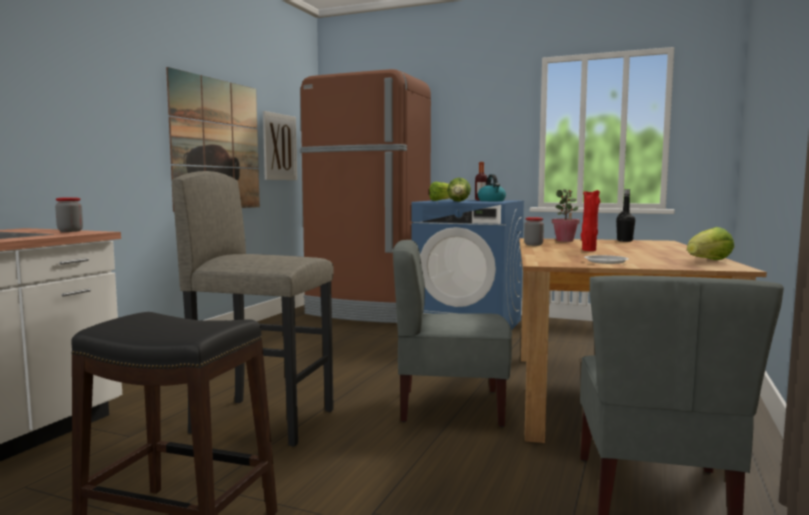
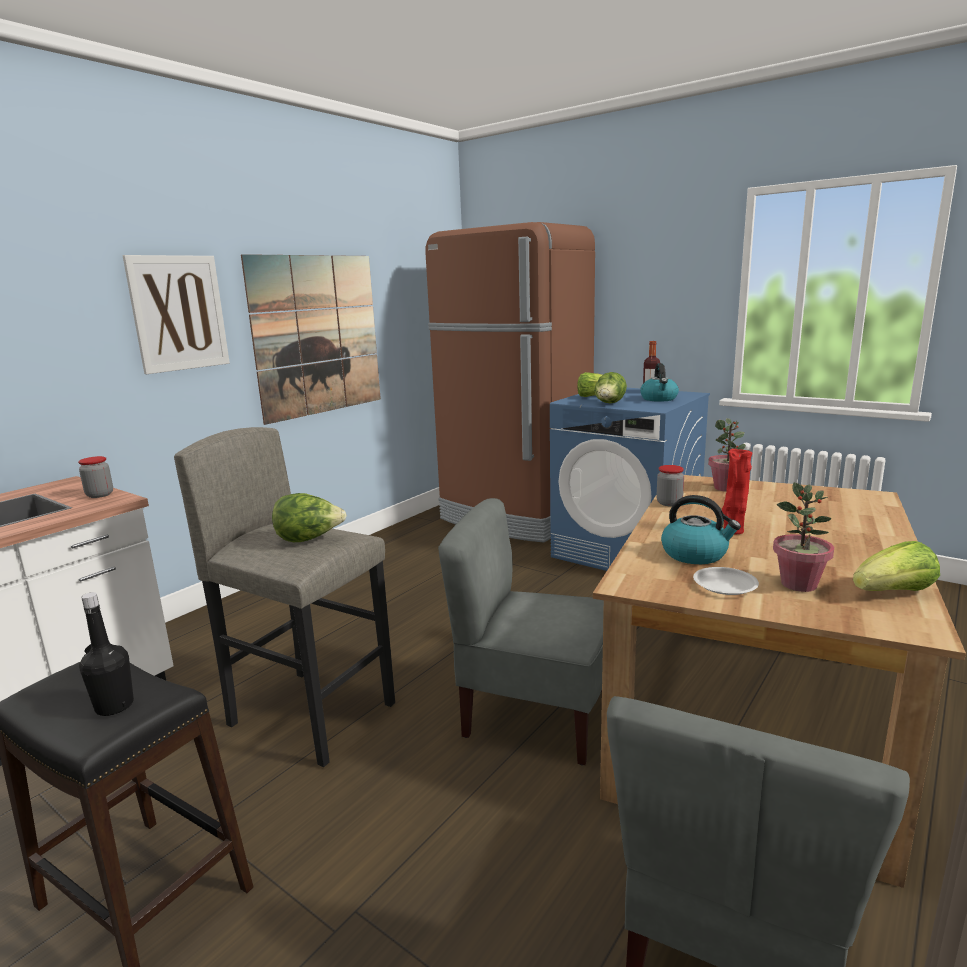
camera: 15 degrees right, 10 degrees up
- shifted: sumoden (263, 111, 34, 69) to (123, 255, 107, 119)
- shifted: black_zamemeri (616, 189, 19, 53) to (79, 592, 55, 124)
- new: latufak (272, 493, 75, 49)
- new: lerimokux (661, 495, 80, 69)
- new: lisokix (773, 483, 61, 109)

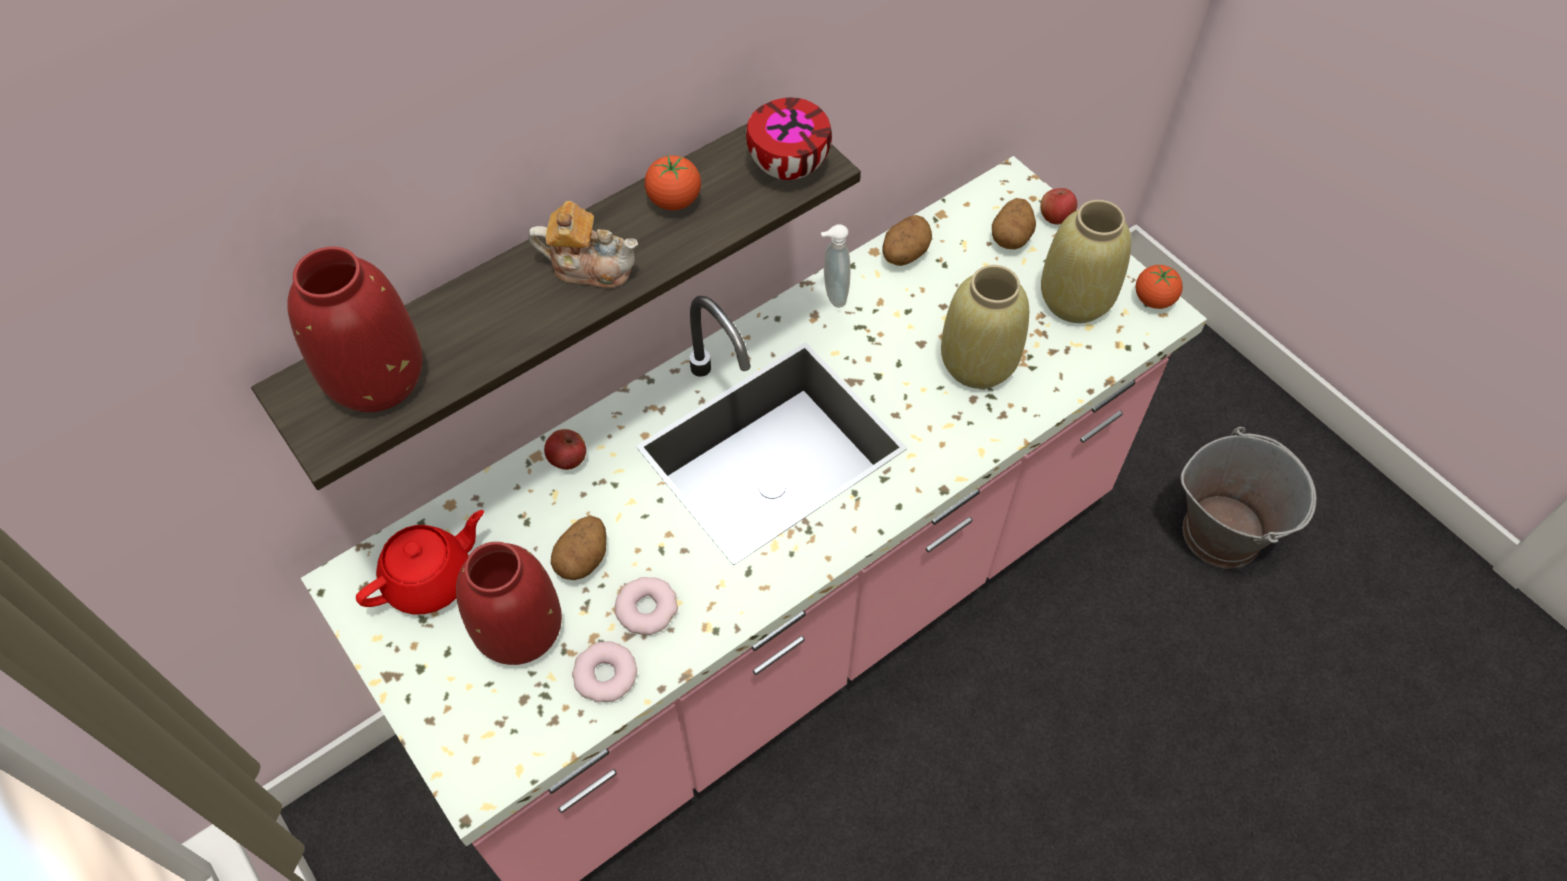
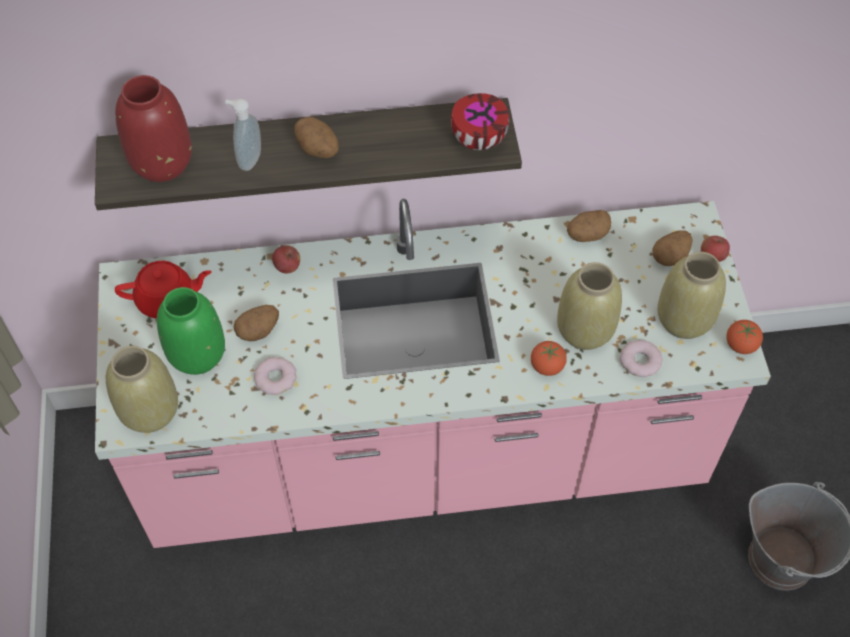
camera: 30 degrees right, 0 degrees up
- repainted: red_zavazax (456, 542, 106, 123) to green_zavazax (157, 287, 68, 88)
- swapped: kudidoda (529, 201, 109, 87) to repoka (294, 117, 45, 41)
- shifted: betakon (572, 641, 65, 61) to (620, 340, 42, 37)
- shifted: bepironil (645, 155, 56, 55) to (531, 341, 36, 35)
- shifted: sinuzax (821, 224, 30, 84) to (225, 99, 36, 72)
- new: beige_zavazax (106, 346, 72, 87)

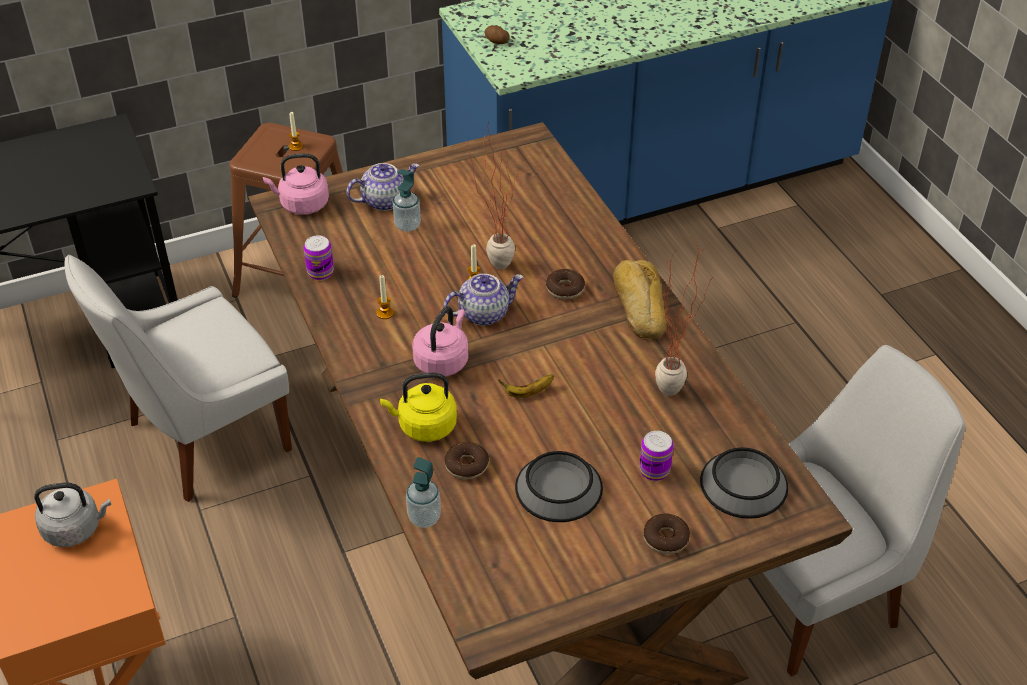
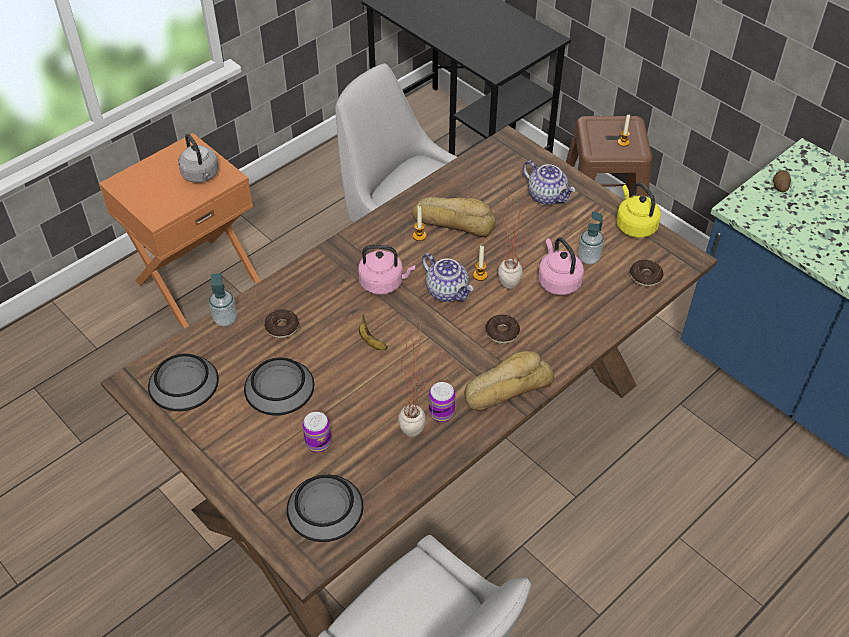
camera: 70 degrees right, 5 degrees up
- shifted: pink_lerimokux (263, 153, 66, 62) to (538, 238, 46, 57)
- shifted: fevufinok (304, 235, 30, 45) to (429, 382, 26, 40)
- shifted: yellow_lerimokux (380, 372, 77, 70) to (616, 182, 45, 56)
- shifted: sinuzax (393, 169, 28, 63) to (578, 211, 26, 53)
- shifted: betakon (643, 513, 47, 41) to (630, 260, 33, 27)
- new: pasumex (148, 354, 71, 57)
- new: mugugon (412, 197, 84, 41)

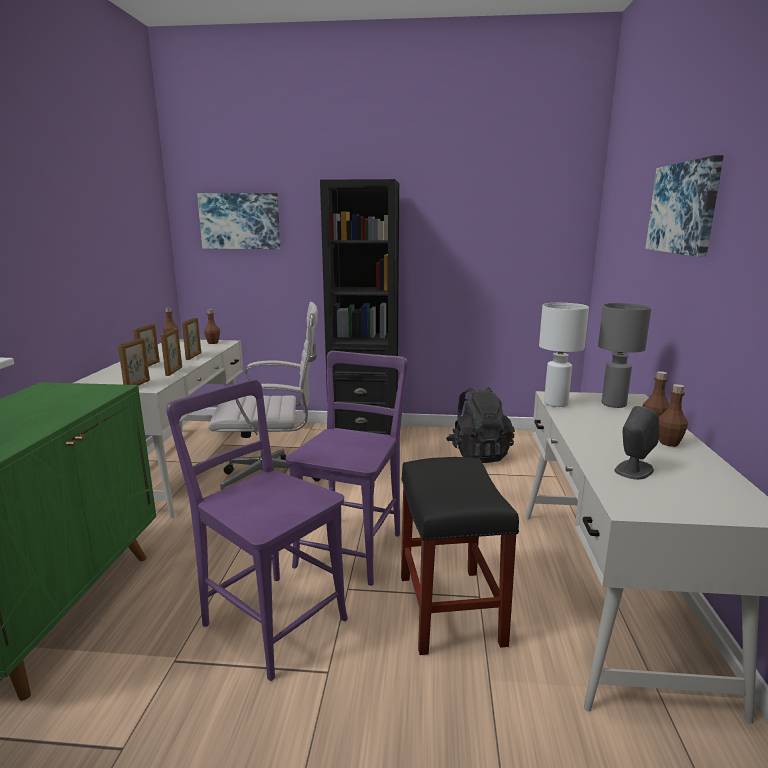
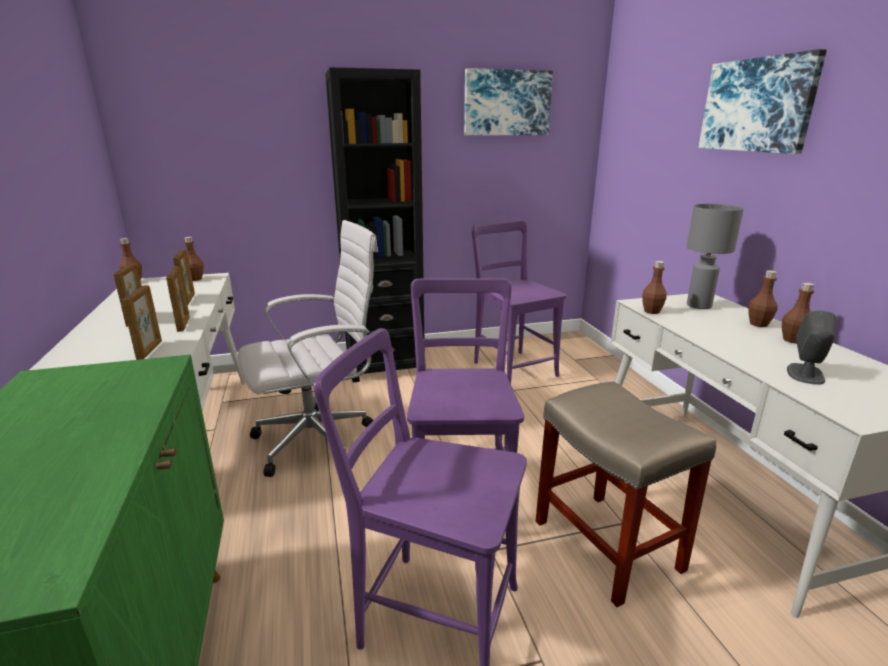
camera: 20 degrees left, 5 degrees up
- shifted: sumoden (197, 193, 84, 56) to (464, 68, 89, 68)
- repainted: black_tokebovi (401, 457, 118, 198) to beige_tokebovi (536, 382, 180, 225)
- swapped: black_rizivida (446, 387, 69, 76) to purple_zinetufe (472, 221, 95, 163)
- swapped: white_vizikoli (539, 303, 50, 104) to brown_zamemeri (642, 261, 25, 53)

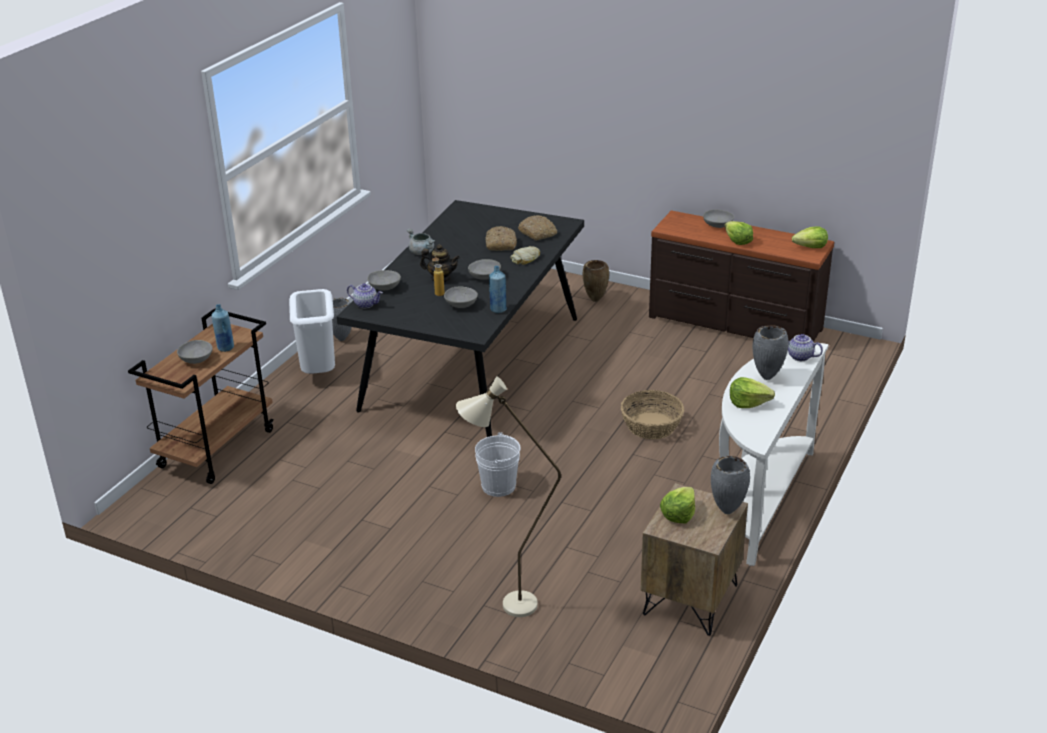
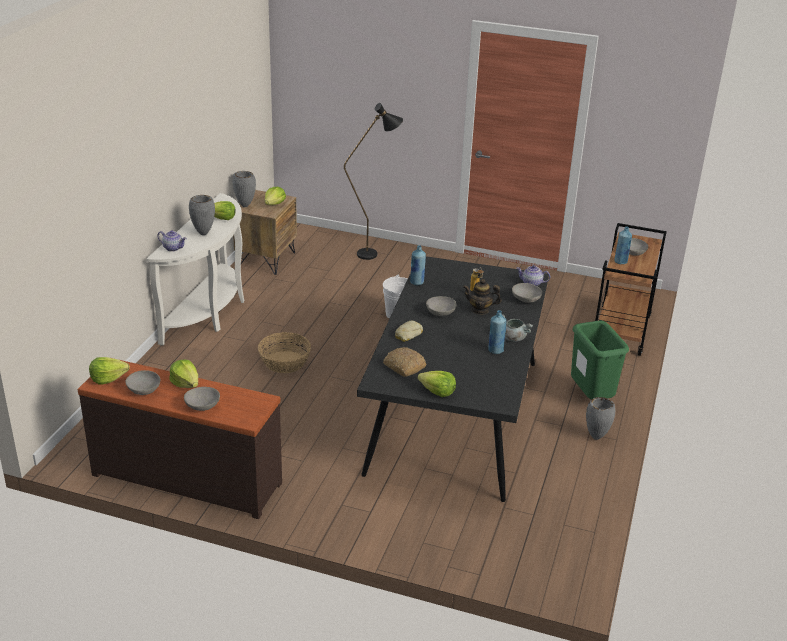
camera: 170 degrees right, 0 degrees up
- repainted: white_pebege (289, 289, 46, 85) to green_pebege (571, 321, 58, 78)
- shifted: grey_pasumex (444, 286, 34, 22) to (125, 370, 35, 25)
- repainted: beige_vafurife (456, 376, 105, 241) to black_vafurife (344, 103, 59, 157)
- gone: mugugon (485, 226, 32, 25)
- gone: brown_zavazax (583, 260, 26, 42)
- new: latufak (418, 371, 38, 26)
- new: blue_zamemeri (488, 310, 18, 44)

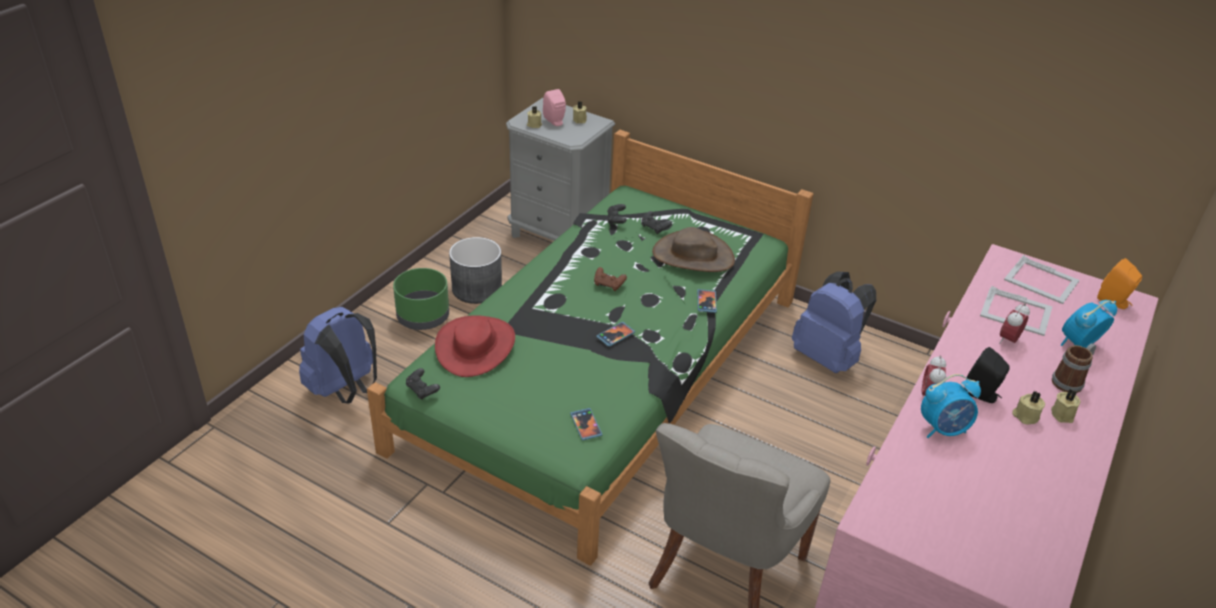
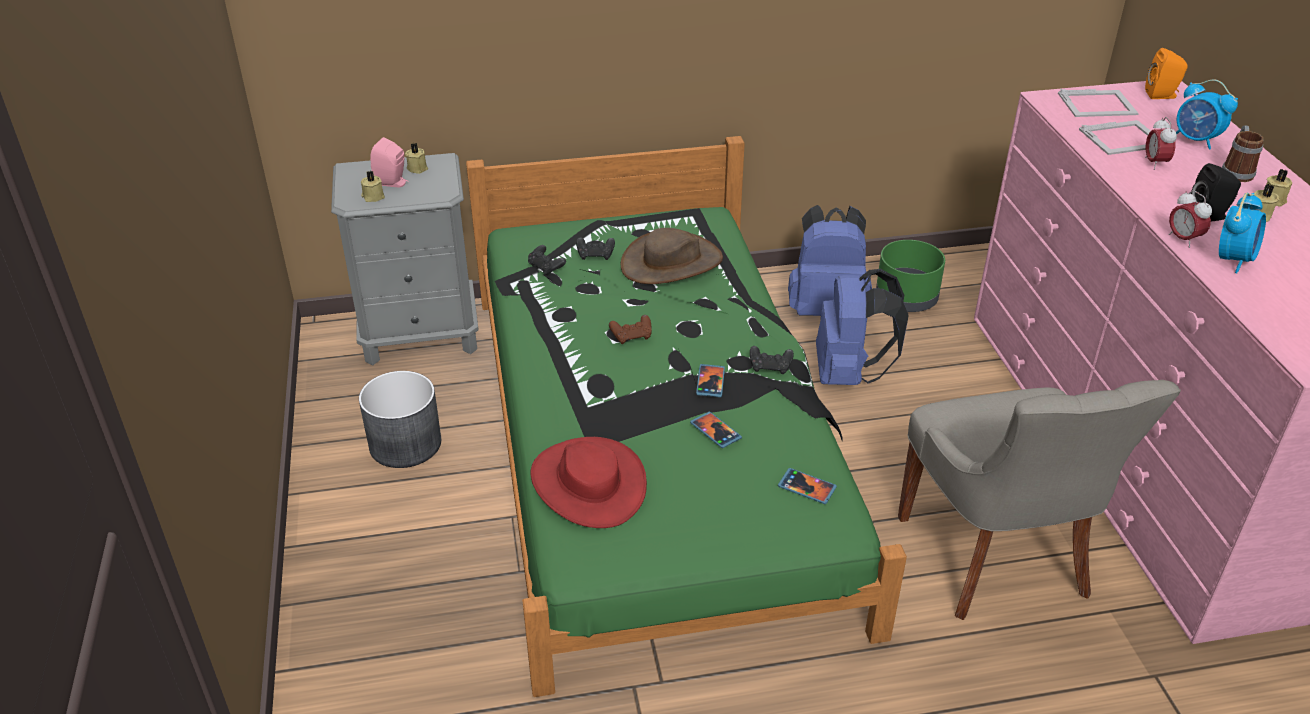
camera: 40 degrees left, 0 degrees up
- shifted: blue_rizivida (299, 307, 78, 96) to (816, 269, 93, 116)
- shifted: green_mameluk (393, 268, 56, 62) to (876, 240, 69, 72)
- shifted: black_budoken (406, 368, 34, 32) to (750, 346, 44, 28)
- shifted: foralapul (697, 289, 20, 24) to (690, 412, 52, 36)
- rotated: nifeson (1061, 300, 56, 48) = (1176, 80, 62, 70) 60 degrees counterclockwise

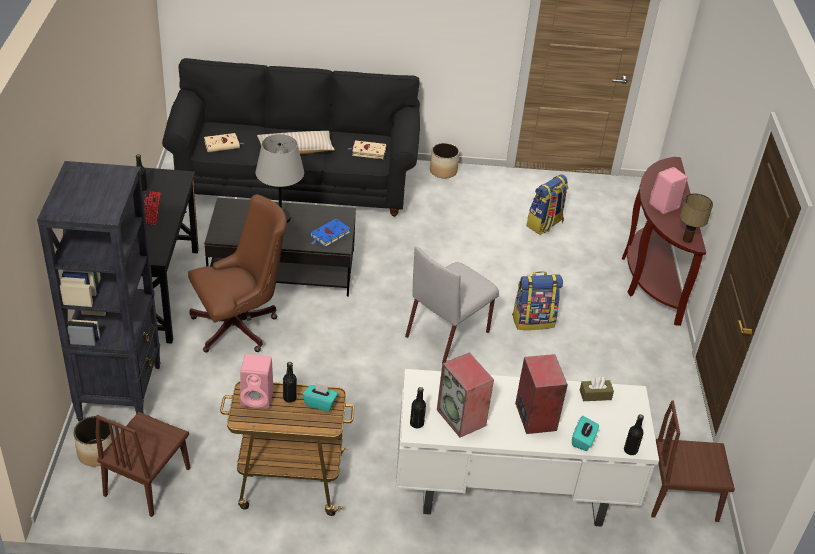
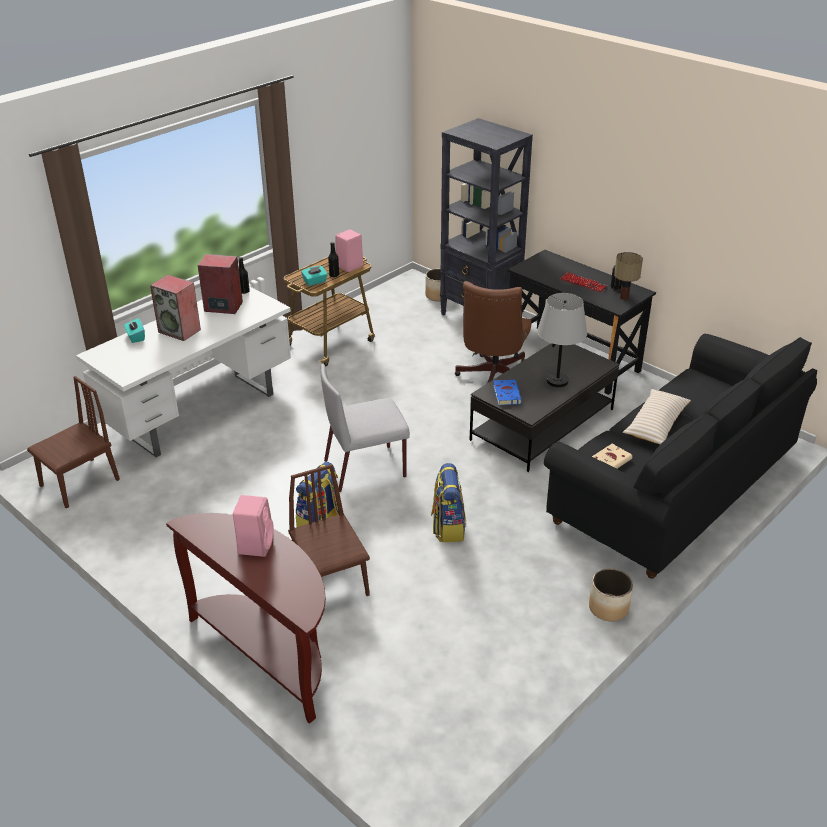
camera: 135 degrees right, 5 degrees down
- shifted: brown_zinetufe (96, 412, 95, 105) to (288, 464, 82, 132)
- gone: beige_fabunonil (204, 133, 40, 19)
- rotated: grey_zinetufe (405, 246, 94, 117) = (321, 363, 89, 129) 105 degrees counterclockwise
- shifted: rizivida (526, 174, 43, 61) to (431, 463, 35, 79)
- gone: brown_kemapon (580, 377, 34, 24)
- gone: black_zamemeri (624, 414, 20, 41)
- shifted: vizikoli (680, 194, 33, 49) to (614, 252, 29, 48)

